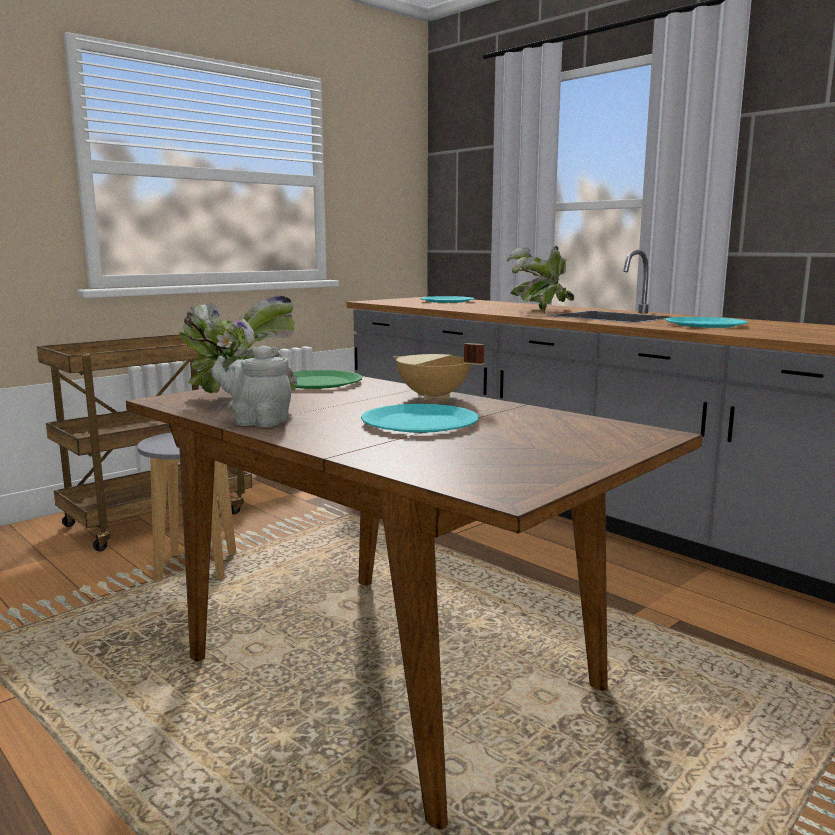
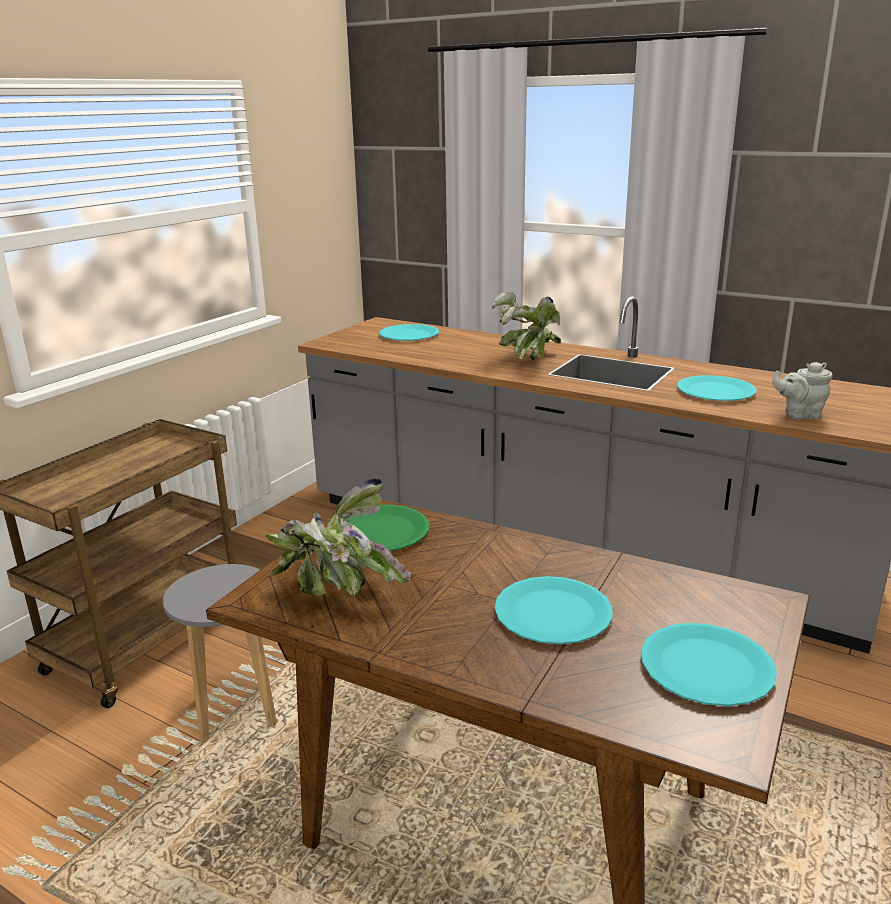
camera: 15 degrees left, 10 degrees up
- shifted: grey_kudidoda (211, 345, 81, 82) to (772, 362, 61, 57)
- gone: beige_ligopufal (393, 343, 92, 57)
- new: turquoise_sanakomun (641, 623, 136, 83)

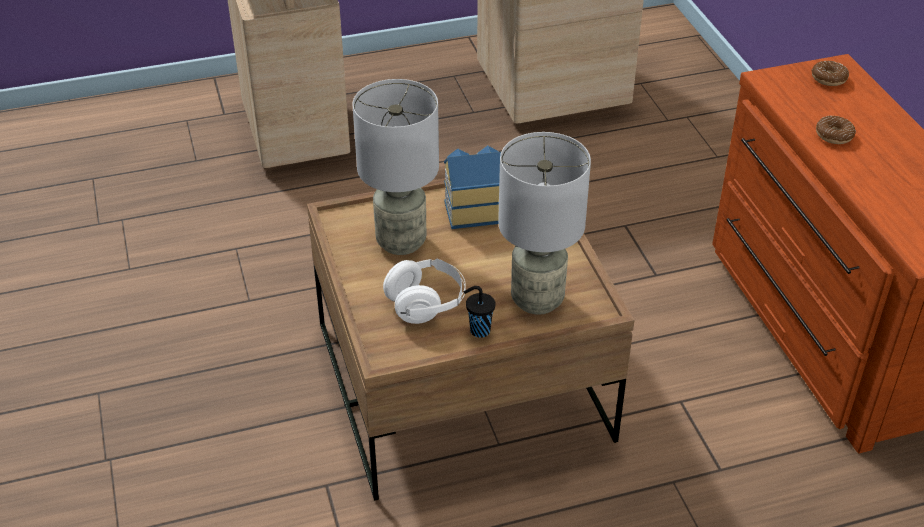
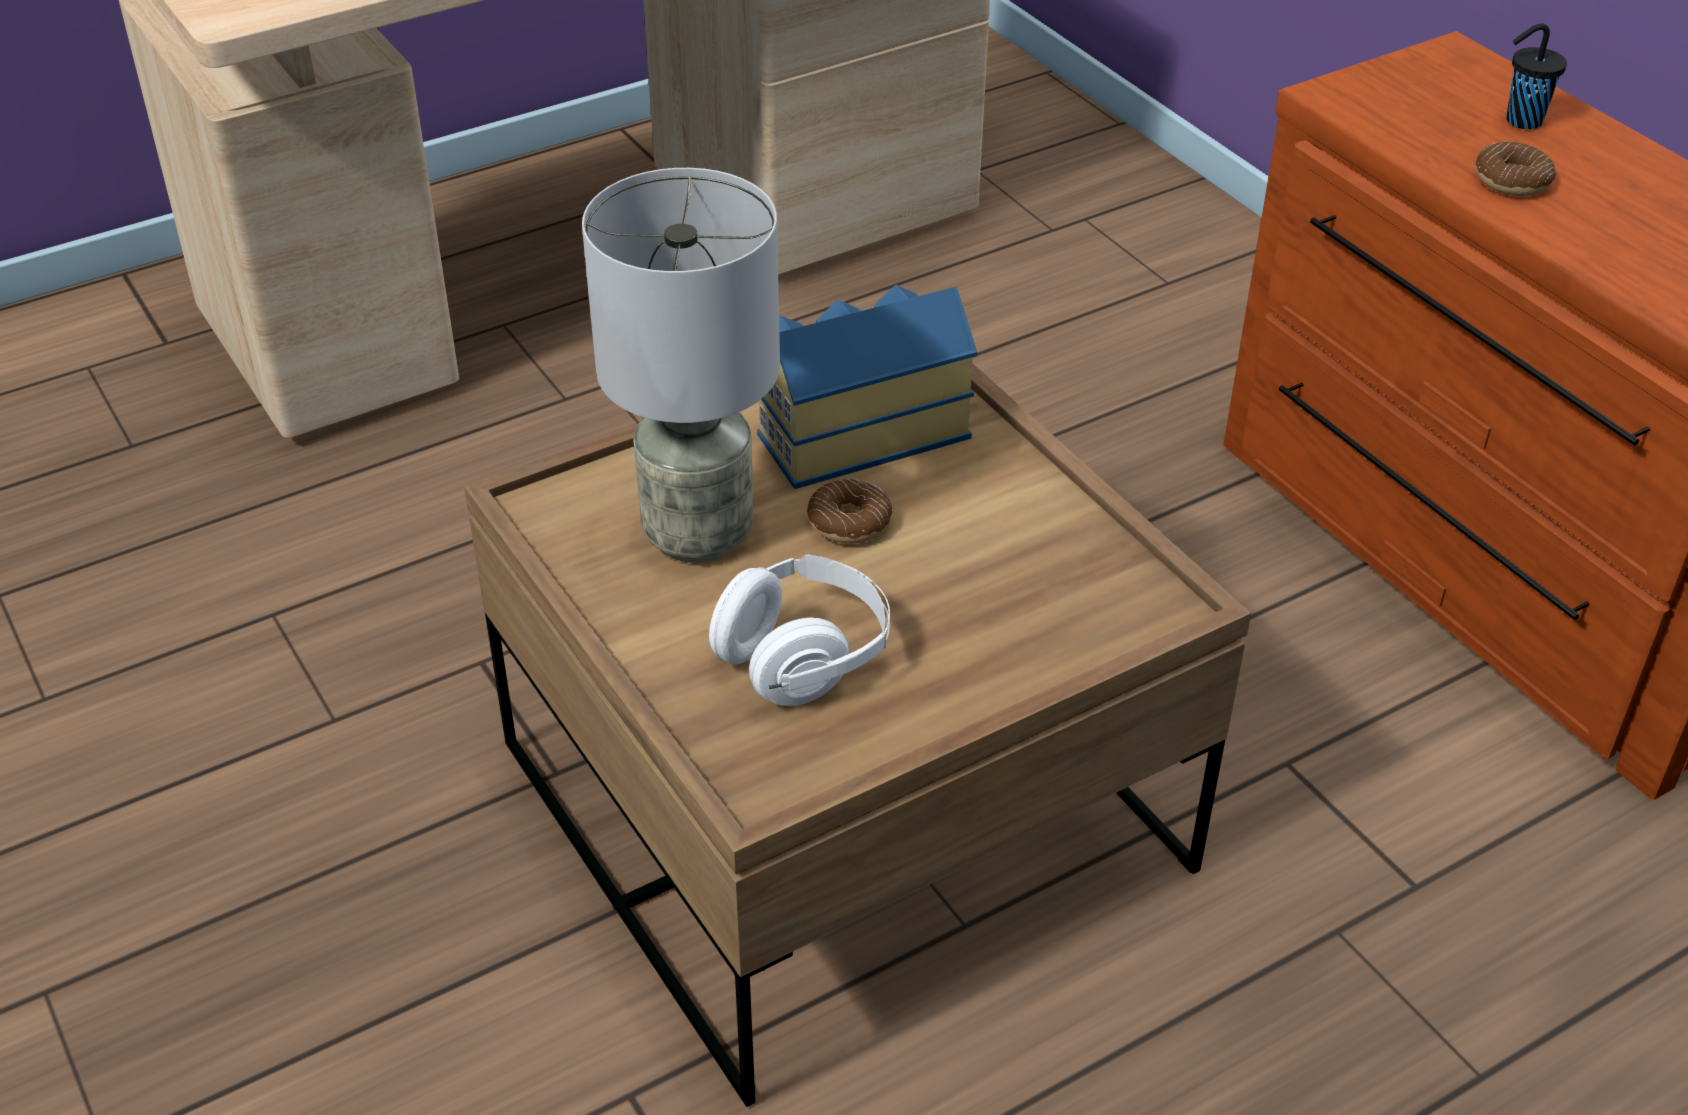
camera: 15 degrees left, 0 degrees up
- shifted: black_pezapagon (464, 286, 32, 52) to (1506, 24, 61, 105)
- gone: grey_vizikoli (498, 132, 93, 183)
- shifted: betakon (812, 61, 37, 25) to (807, 479, 85, 65)

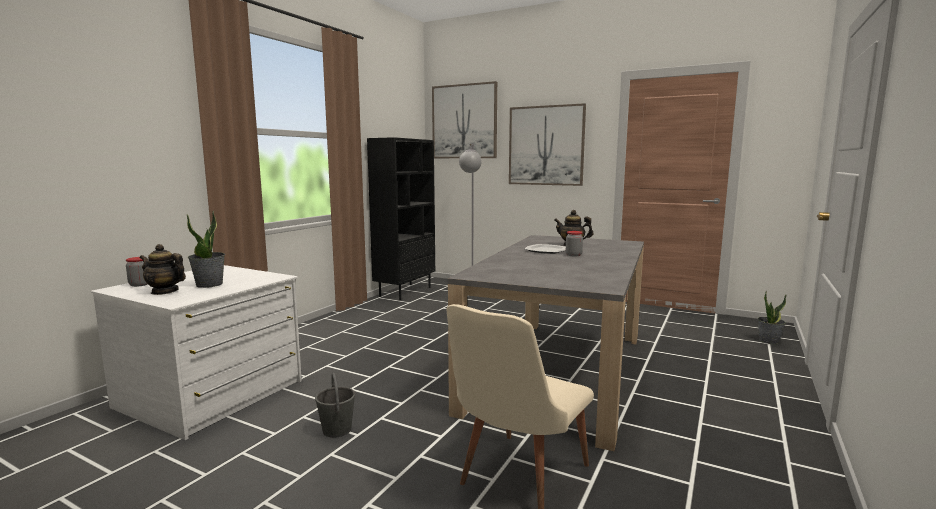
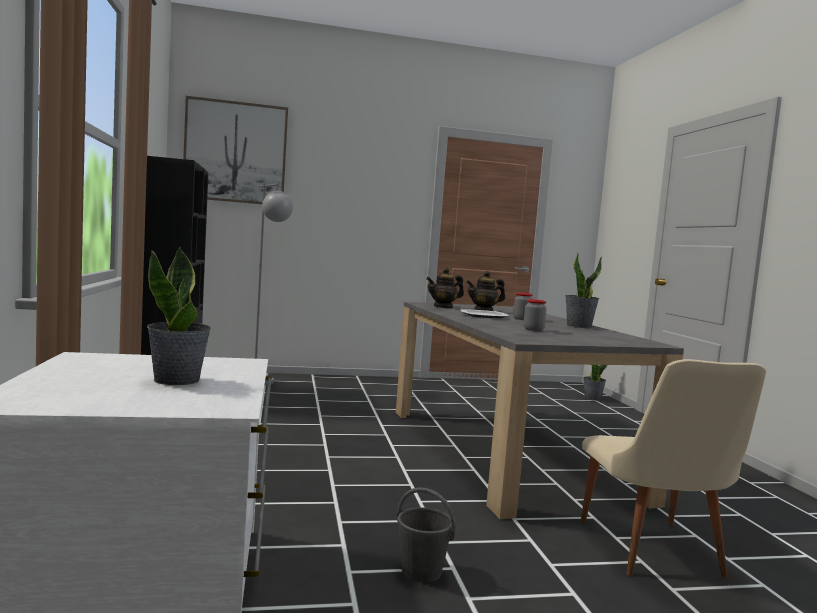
camera: 40 degrees left, 5 degrees down
- shifted: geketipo (126, 257, 22, 30) to (524, 299, 22, 32)
- shifted: kudidoda (140, 244, 46, 51) to (426, 268, 38, 40)
- gone: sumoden (509, 103, 77, 83)
- new: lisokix (565, 253, 37, 75)

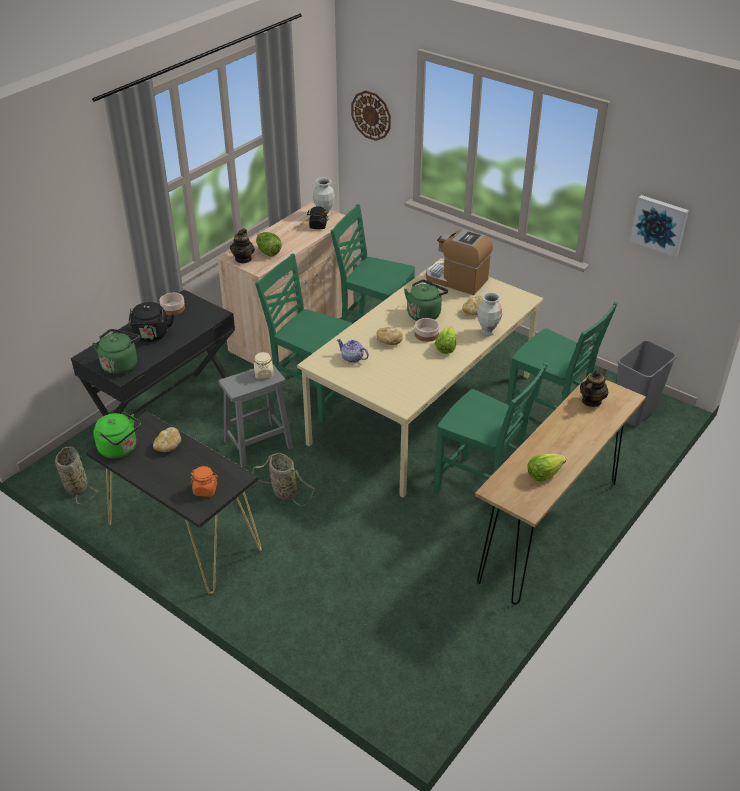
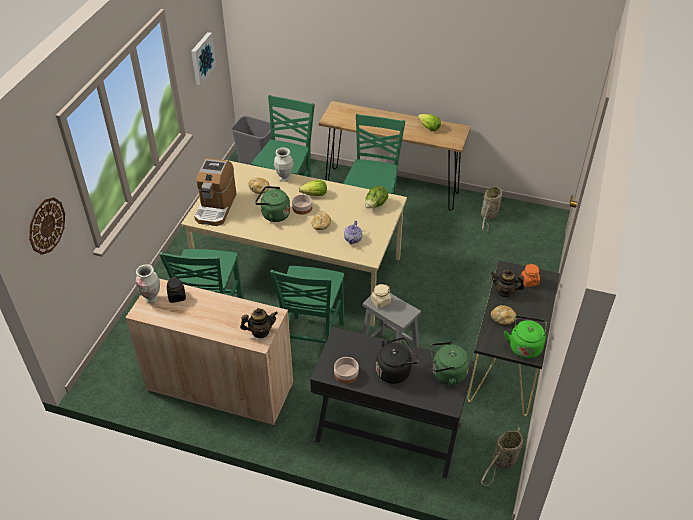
camera: 110 degrees left, 5 degrees up
- shifted: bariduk (253, 453, 62, 53) to (481, 184, 21, 47)
- shifted: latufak (256, 232, 26, 25) to (365, 185, 23, 23)
- shifted: kudidoda (580, 369, 28, 38) to (491, 269, 33, 29)

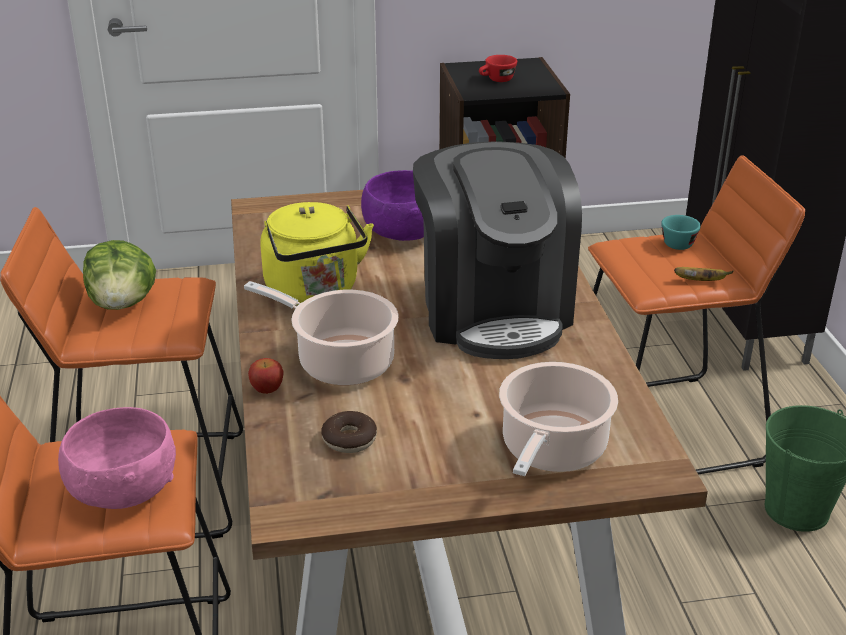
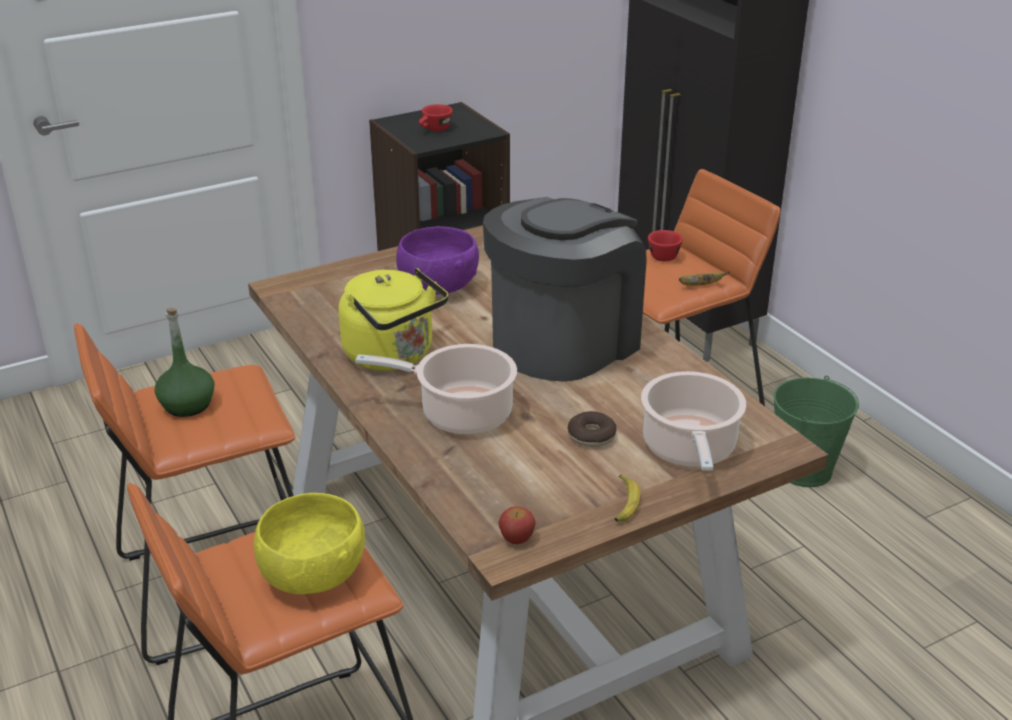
camera: 20 degrees left, 0 degrees up
- repainted: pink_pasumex (58, 407, 118, 102) to yellow_pasumex (254, 493, 111, 101)
- swapped: latufak (83, 240, 73, 70) to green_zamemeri (155, 308, 59, 109)
- shifted: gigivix (248, 358, 35, 36) to (499, 507, 37, 37)
- shifted: betakon (321, 411, 56, 42) to (568, 411, 49, 36)
- rotated: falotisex (413, 141, 169, 218) = (483, 197, 164, 185) 105 degrees counterclockwise
- repainted: turquoise_pezapagon (661, 215, 40, 35) to red_pezapagon (648, 230, 35, 32)
- new: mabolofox (615, 474, 25, 48)

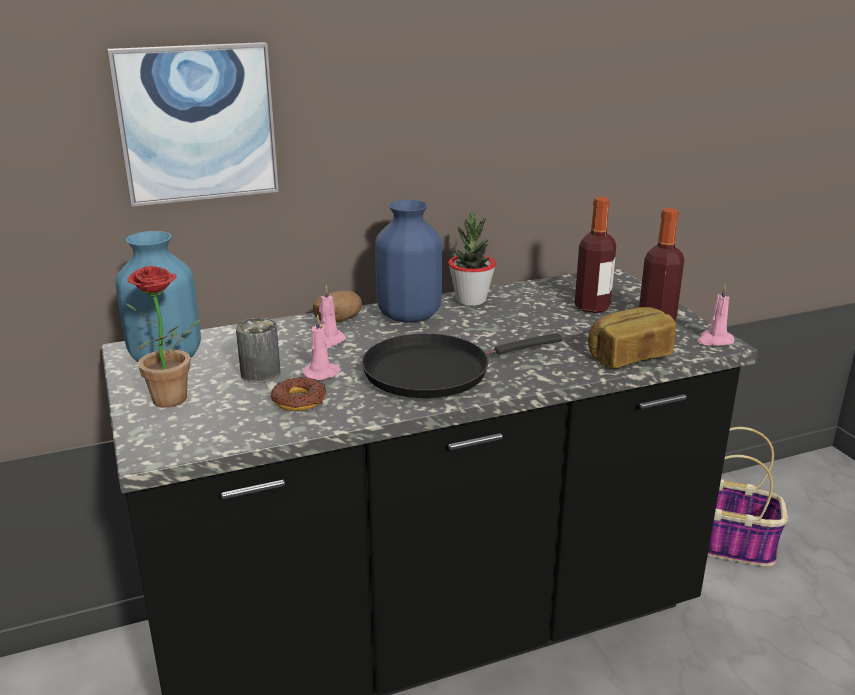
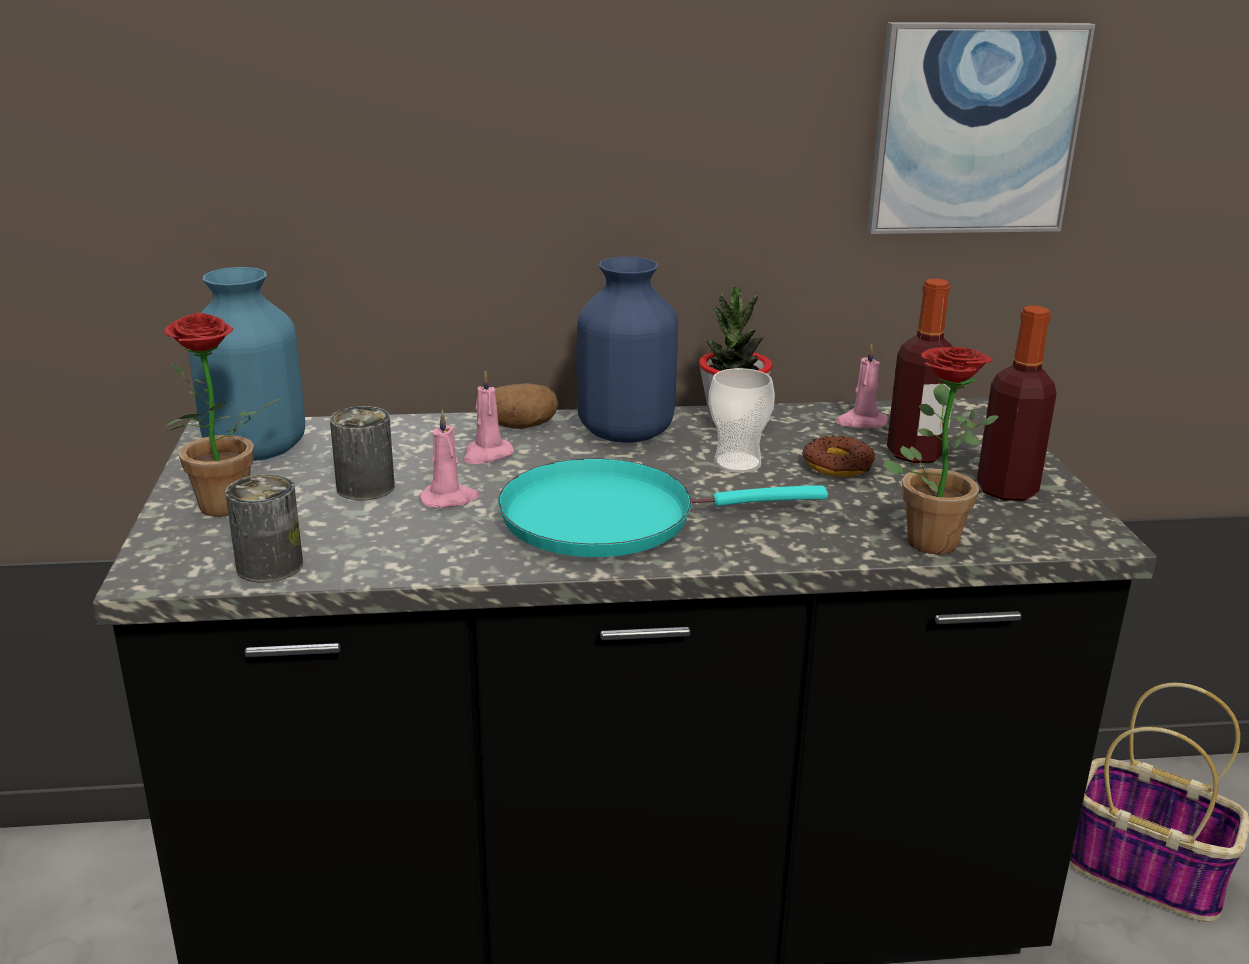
camera: 15 degrees right, 0 degrees up
- shifted: sumoden (107, 42, 172, 165) to (867, 22, 228, 212)
- shifted: betakon (270, 377, 56, 34) to (802, 436, 73, 41)
- repainted: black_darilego (362, 333, 200, 65) to turquoise_darilego (498, 459, 330, 98)
- swapped: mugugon (588, 307, 88, 61) to lisokix (883, 347, 115, 207)
- shifted: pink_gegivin (697, 285, 38, 61) to (835, 343, 53, 85)
- new: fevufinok (225, 474, 78, 109)
- new: pezapagon (708, 368, 67, 105)

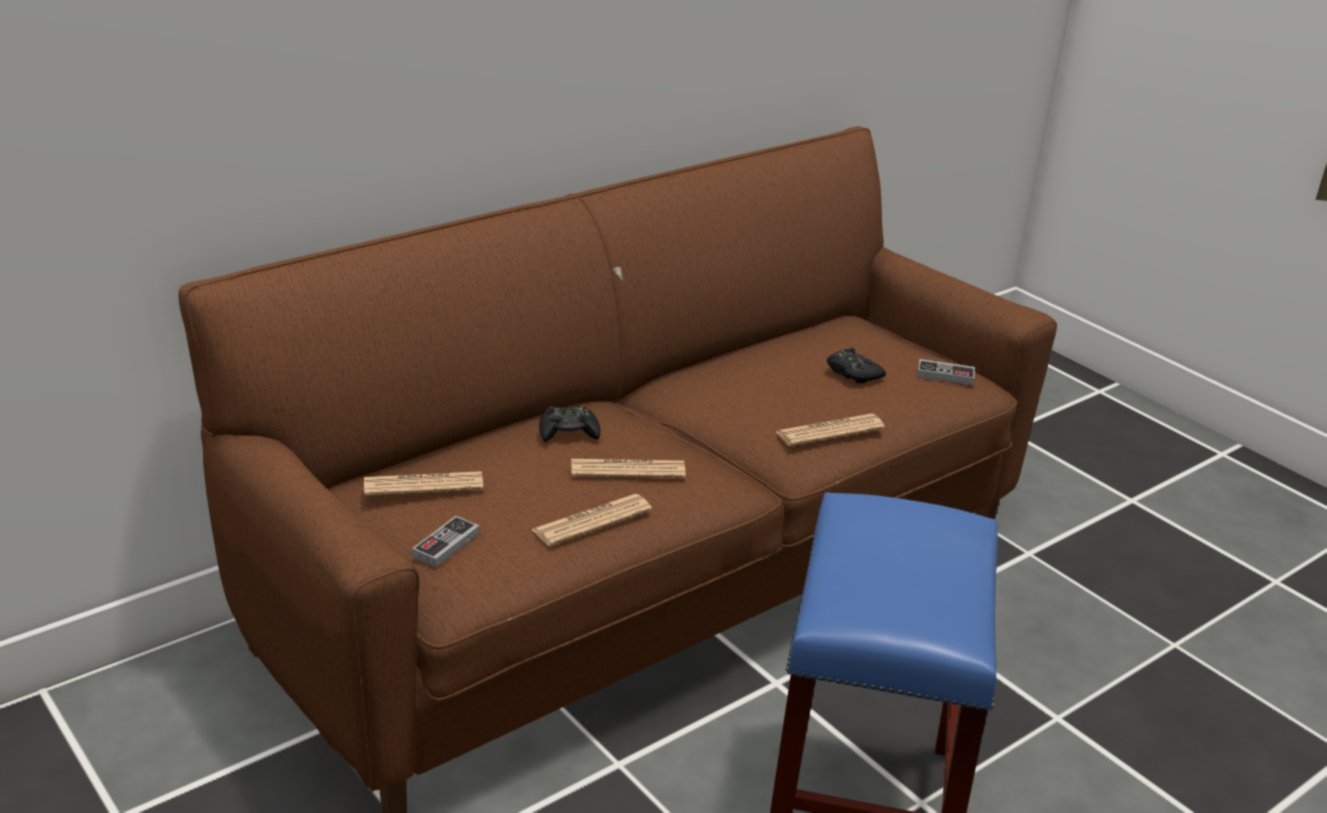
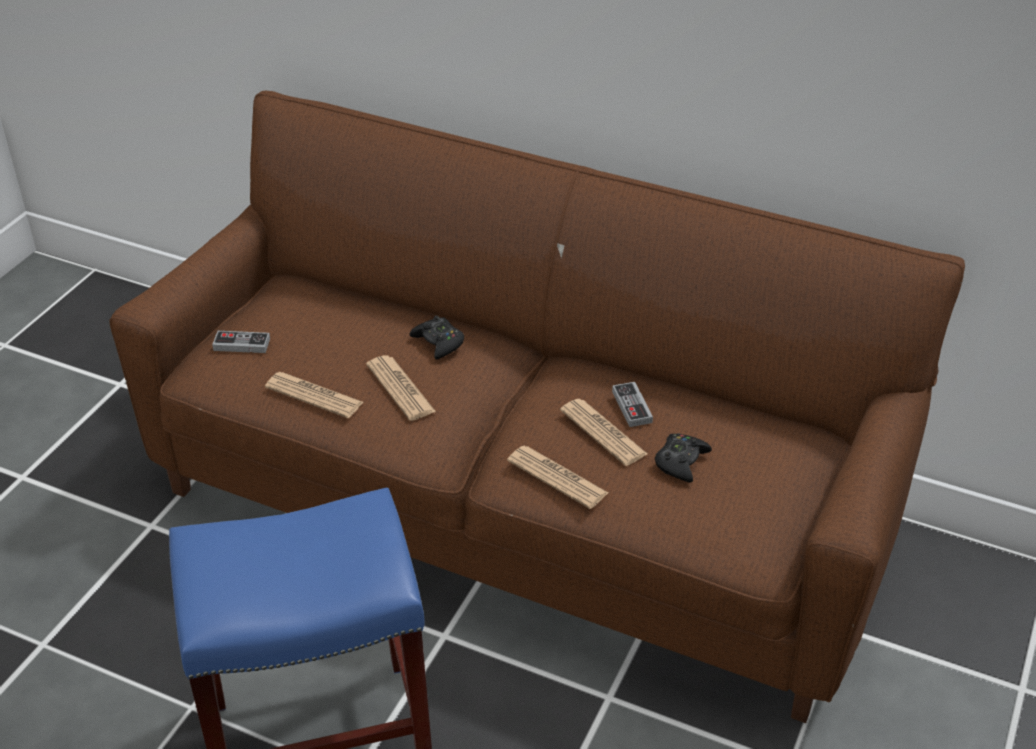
camera: 65 degrees right, 10 degrees up
- shifted: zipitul (364, 471, 119, 25) to (560, 399, 88, 67)
- shifted: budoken (917, 359, 58, 26) to (612, 382, 41, 45)

